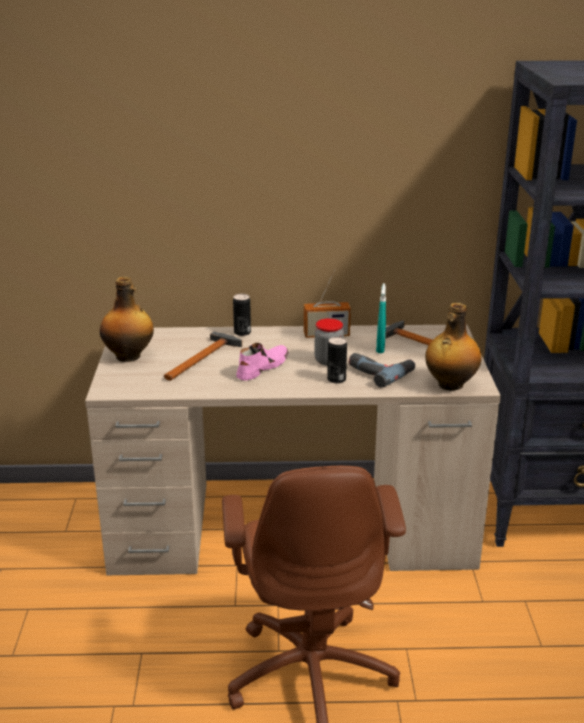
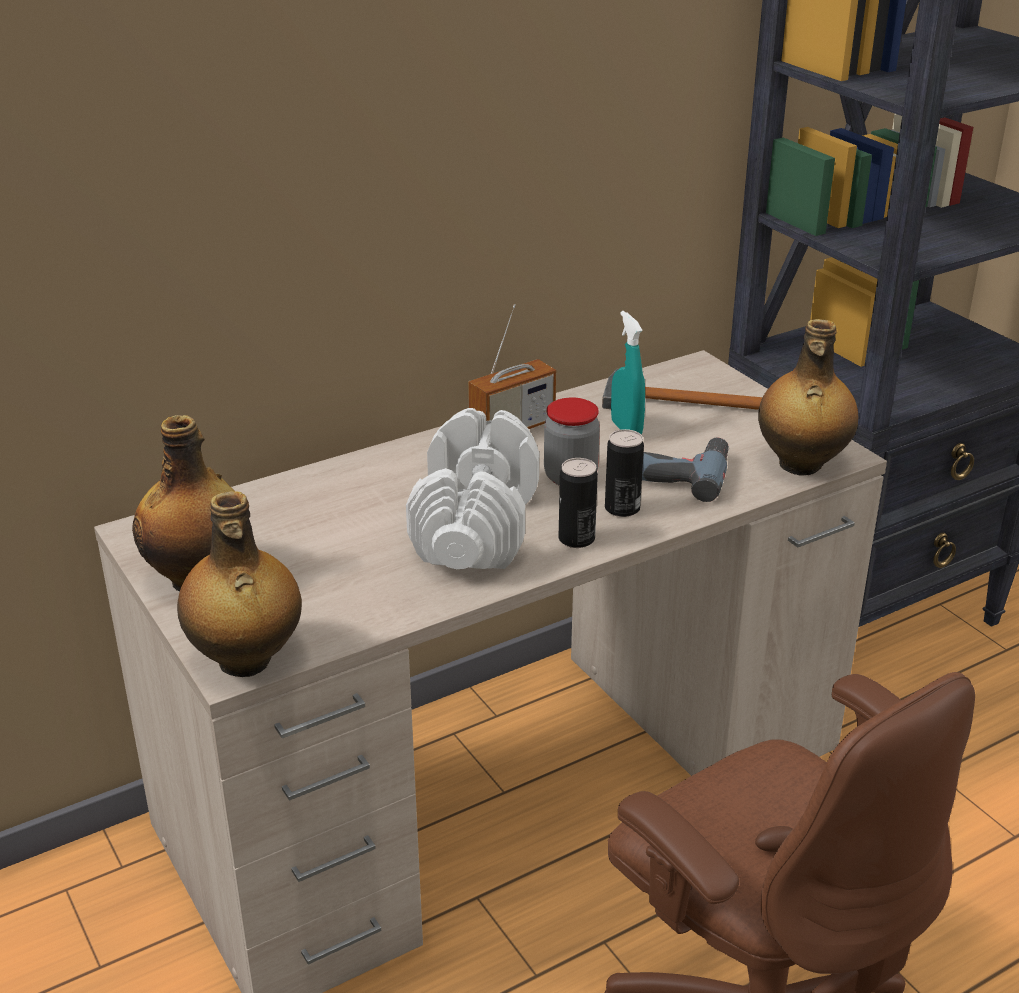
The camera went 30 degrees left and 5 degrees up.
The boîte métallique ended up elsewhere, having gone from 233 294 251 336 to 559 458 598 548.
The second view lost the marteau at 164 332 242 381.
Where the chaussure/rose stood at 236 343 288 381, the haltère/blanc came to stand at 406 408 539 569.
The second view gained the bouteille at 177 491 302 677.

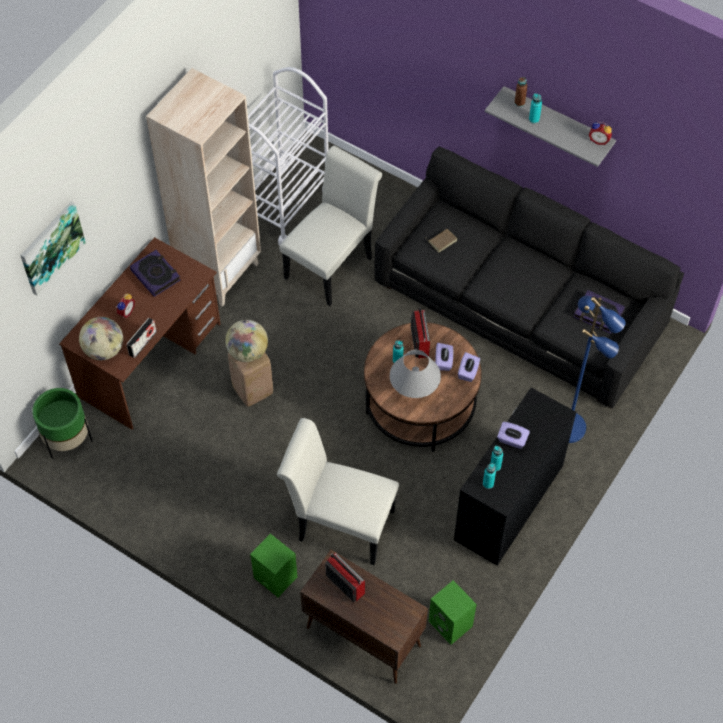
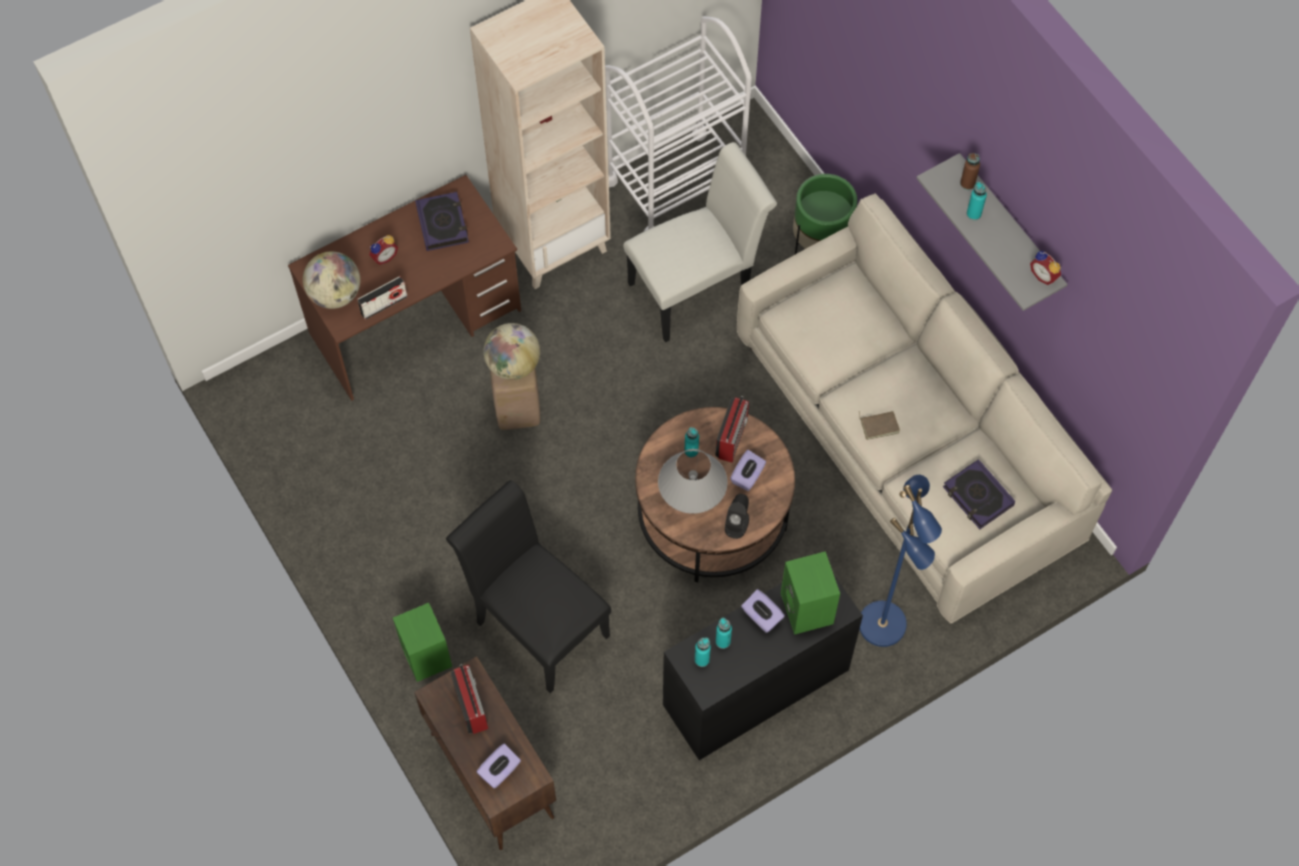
The camera went 25 degrees right and 5 degrees up.
What was the canapé/noir at 374 146 684 408 turned into the canapé/beige at 737 193 1112 623.
The second view lost the tableau at 20 202 86 296.
The livre/marron ended up elsewhere, having gone from 427 229 457 253 to 859 411 900 440.
The boîte à mouchoirs/violet ended up elsewhere, having gone from 458 352 480 382 to 476 744 521 788.
The cache-pot/vert ended up elsewhere, having gone from 32 388 93 459 to 793 174 857 254.
What was the chaise/blanc at 277 418 399 565 turned into the chaise/noir at 446 480 611 693.
The enceinte/vert ended up elsewhere, having gone from 429 580 477 645 to 781 551 840 635.
The second view gained the enceinte/noir at 725 494 749 539.

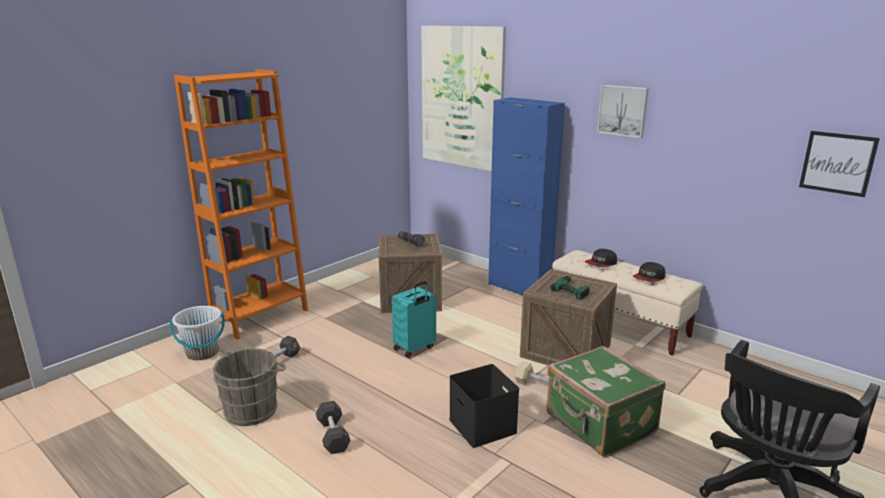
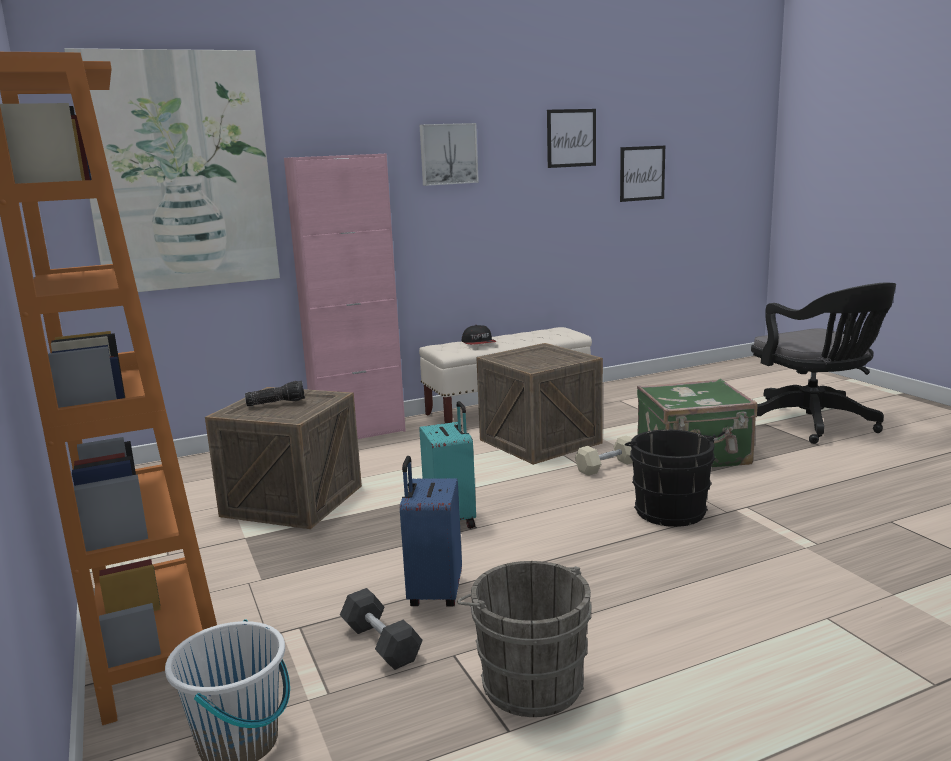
The camera went 65 degrees left and 5 degrees down.
What was the meuble de rangement/bleu at 488 97 565 295 turned into the meuble de rangement/rose at 284 154 406 439.
The second view lost the casquette at 633 262 665 282.
The second view lost the perceuse at 550 275 590 300.
Where the boîte de rangement/noir stood at 449 364 519 448, the seau/noir came to stand at 625 429 715 527.
The second view lost the haltère/noir at 316 401 351 454.
The second view gained the tableau at 547 109 596 168.
The second view gained the valise/bleu at 400 456 462 607.

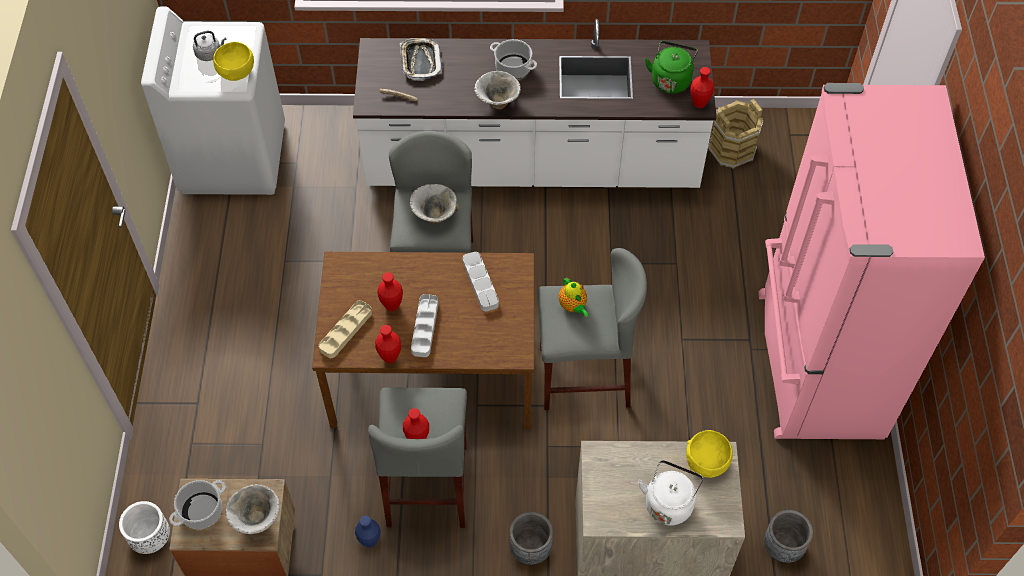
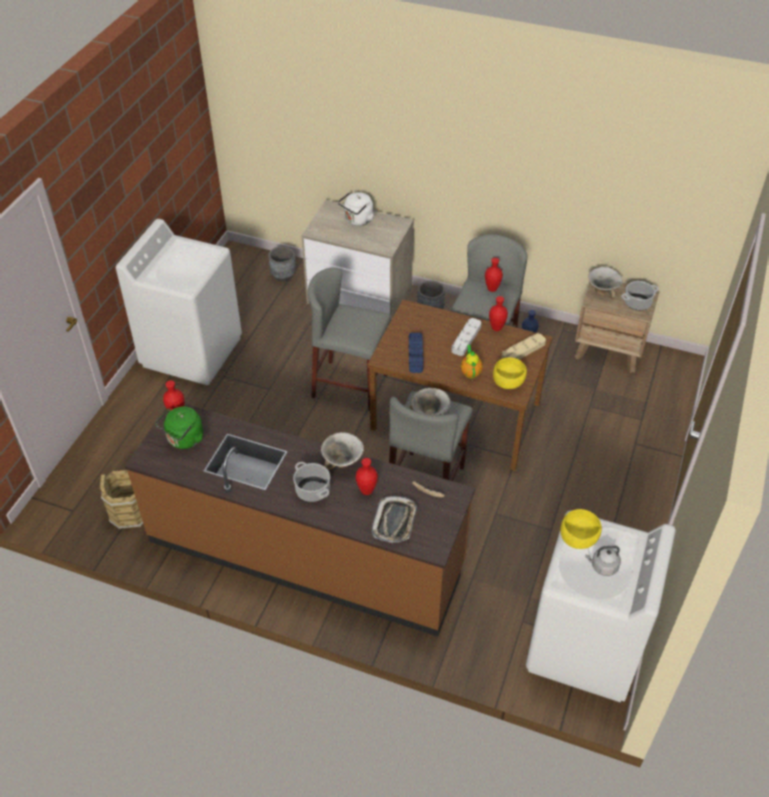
The camera went 160 degrees left and 10 degrees down.
What was the comptoir de cuisine/blanc at 353 19 717 188 turned into the comptoir de cuisine/marron at 125 404 475 637.
Where the réfrigérateur/rose stood at 758 83 985 439, the lave-linge/blanc came to stand at 116 219 242 385.
What was the plateau/gris at 463 252 499 311 turned into the plateau/bleu at 409 333 423 373.
The vase/rouge ended up elsewhere, having gone from 377 272 403 311 to 356 458 378 495.
The théière ended up elsewhere, having gone from 559 278 589 317 to 461 345 483 378.
The bol/jaune ended up elsewhere, having gone from 686 430 733 478 to 493 357 527 389.
The second view lost the cache-pot/blanc at 119 501 170 554.

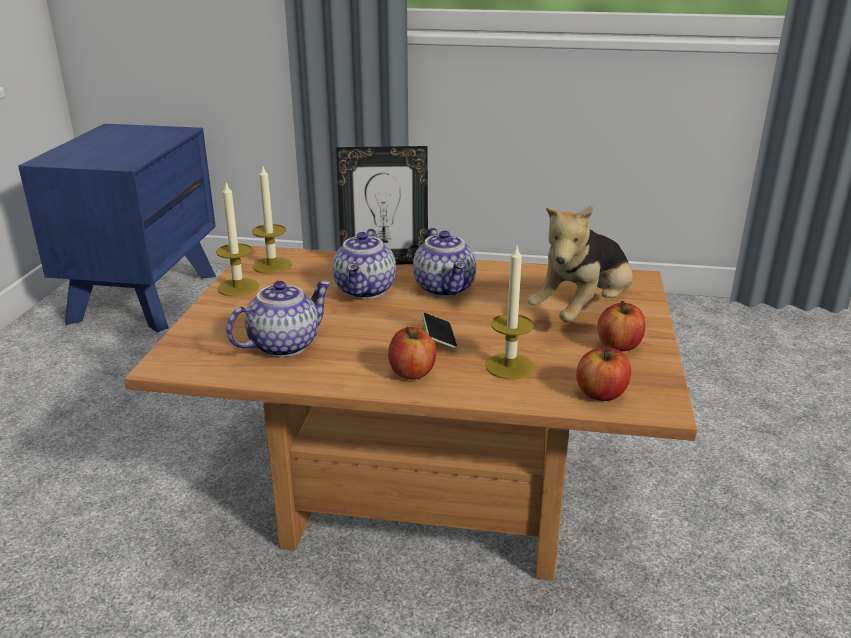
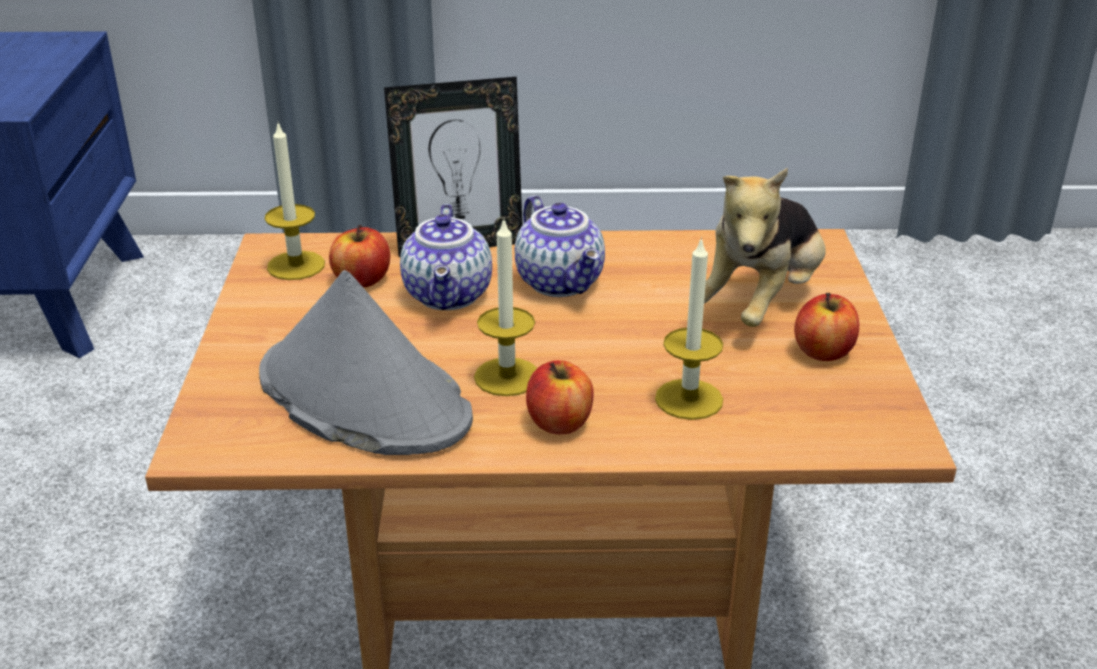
The camera went 10 degrees left and 5 degrees up.
The bougie ended up elsewhere, having gone from 216 183 259 297 to 474 218 537 396.
Where the théière stood at 226 281 331 357, the chapeau/gris came to stand at 259 270 473 455.
The second view lost the téléphone at 422 313 458 349.
The pomme ended up elsewhere, having gone from 576 345 631 401 to 329 225 390 288.

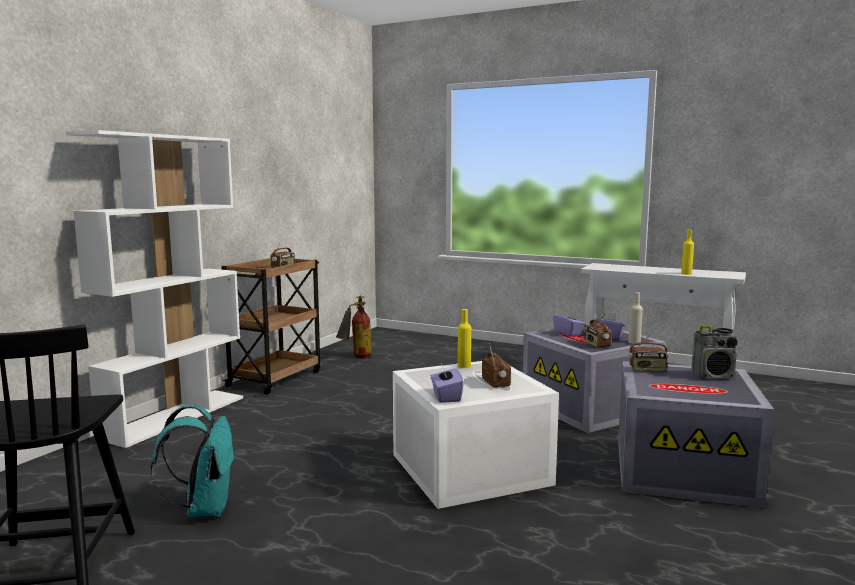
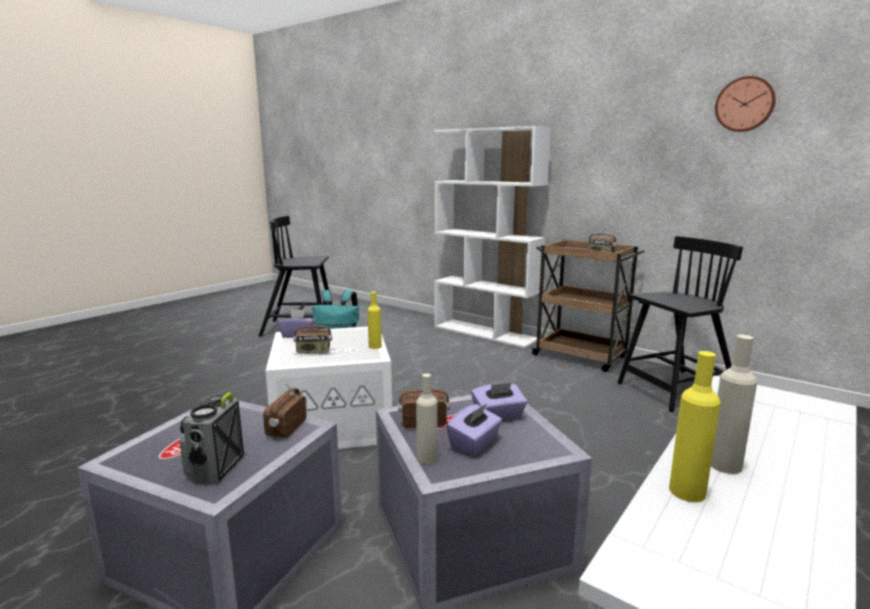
The camera went 100 degrees right and 5 degrees up.
Where the extincteur stood at 336 296 372 359, the chaise/noir came to stand at 618 236 743 412.
The second view gained the horloge murale at 715 76 776 132.
The second view gained the bouteille/beige at 711 335 757 474.

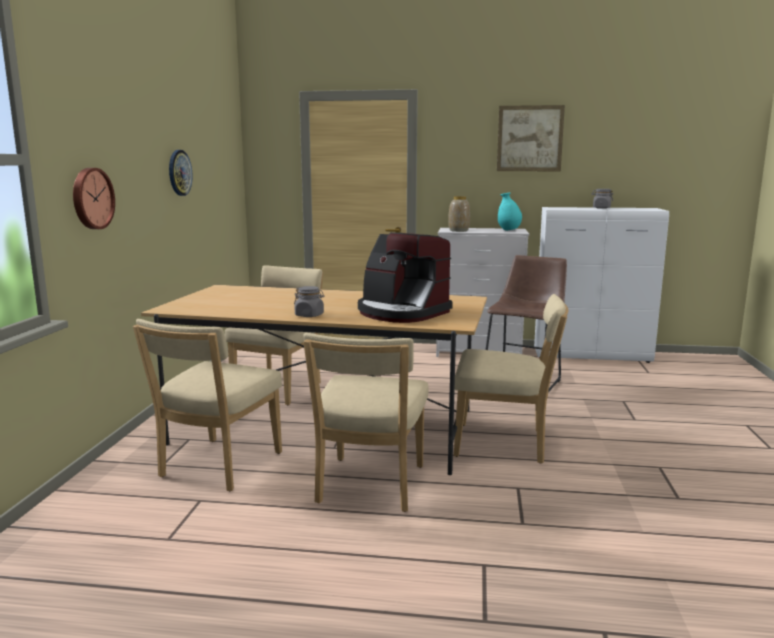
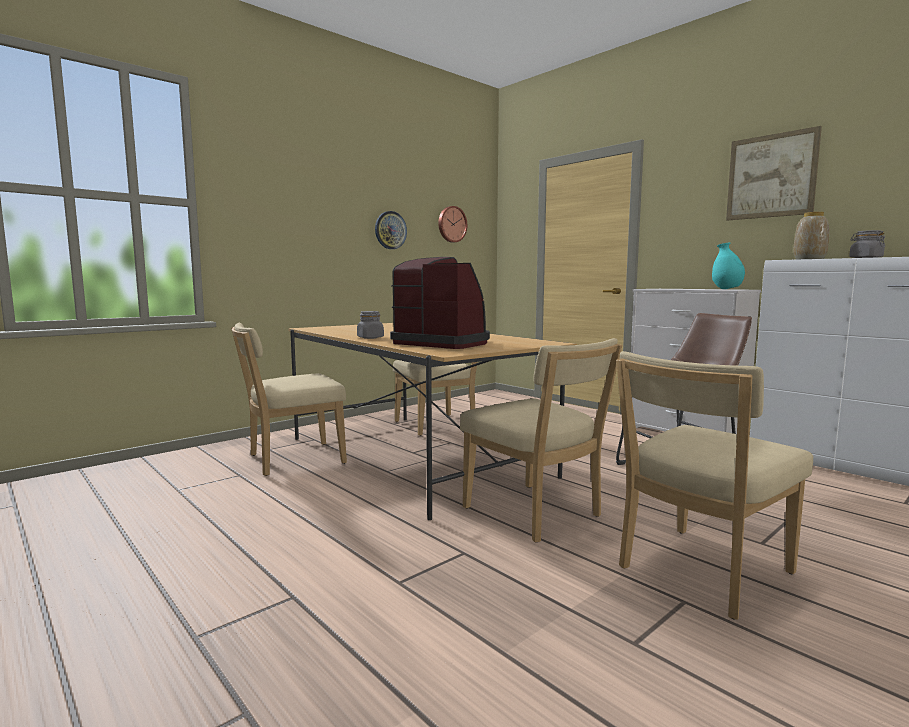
The camera went 40 degrees right and 5 degrees down.
The horloge murale ended up elsewhere, having gone from 73 168 115 229 to 438 206 467 243.
The vase ended up elsewhere, having gone from 448 196 470 232 to 793 212 829 260.
The machine à café at 358 232 453 323 ended up facing another way, 135 degrees clockwise from before.
The chaise/beige ended up elsewhere, having gone from 303 333 429 512 to 616 351 813 620.

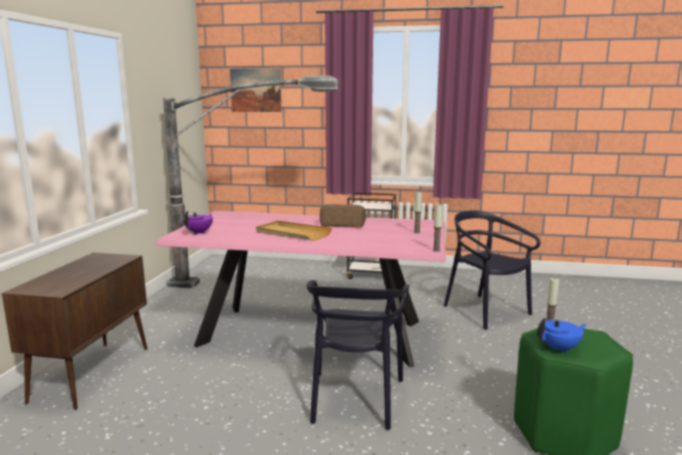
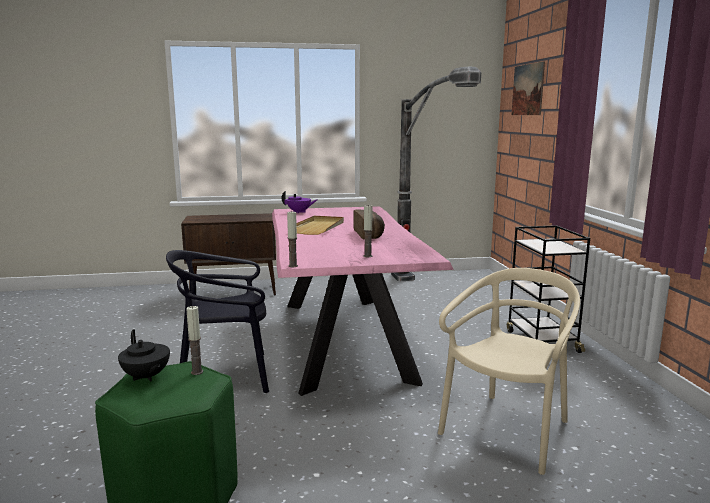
The camera went 70 degrees right and 0 degrees up.
What was the chaise/noir at 444 210 541 330 turned into the chaise/beige at 438 268 580 475.
What was the théière/bleu at 537 318 587 354 turned into the théière/noir at 118 329 170 381.

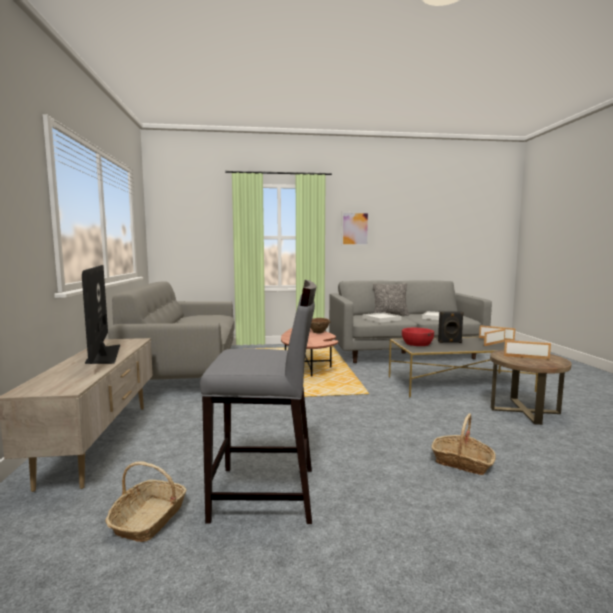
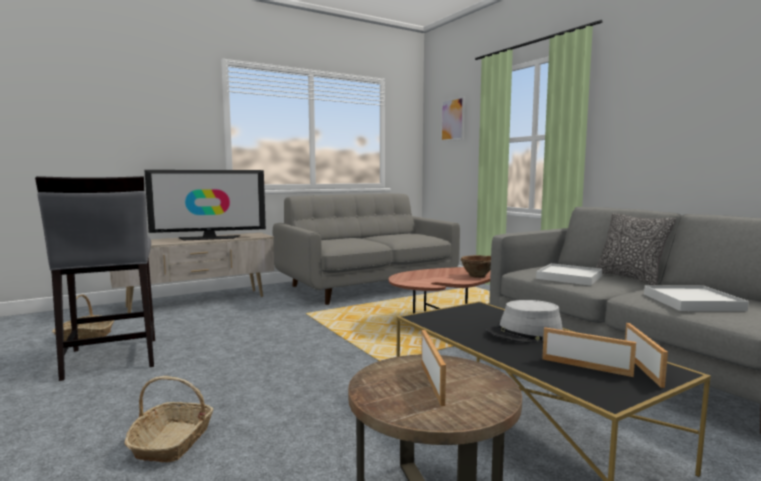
The camera went 65 degrees right and 0 degrees up.
The tableau ended up elsewhere, having gone from 341 212 370 246 to 440 96 465 142.
The téléviseur at 82 265 120 364 ended up facing another way, 150 degrees counterclockwise from before.
Where the enceinte/noir stood at 438 311 464 343, the chapeau/gris came to stand at 486 300 563 343.
The second view lost the bol/rouge at 402 328 434 346.

